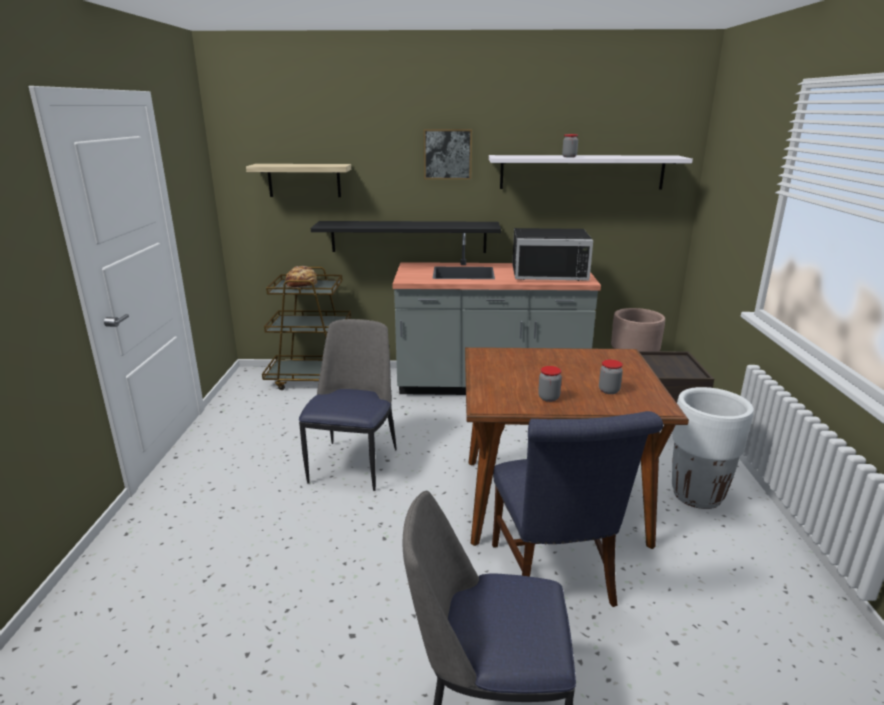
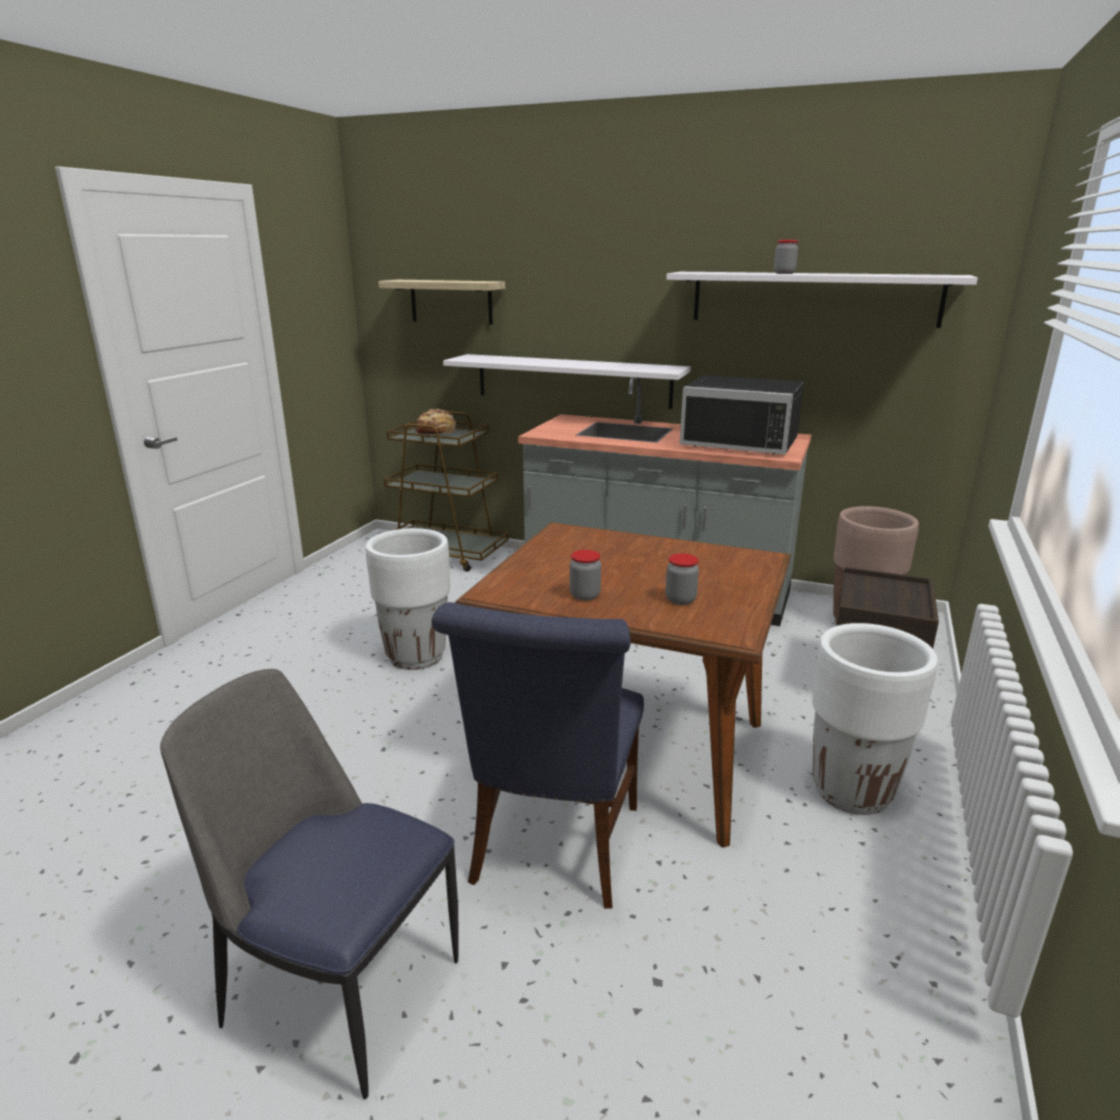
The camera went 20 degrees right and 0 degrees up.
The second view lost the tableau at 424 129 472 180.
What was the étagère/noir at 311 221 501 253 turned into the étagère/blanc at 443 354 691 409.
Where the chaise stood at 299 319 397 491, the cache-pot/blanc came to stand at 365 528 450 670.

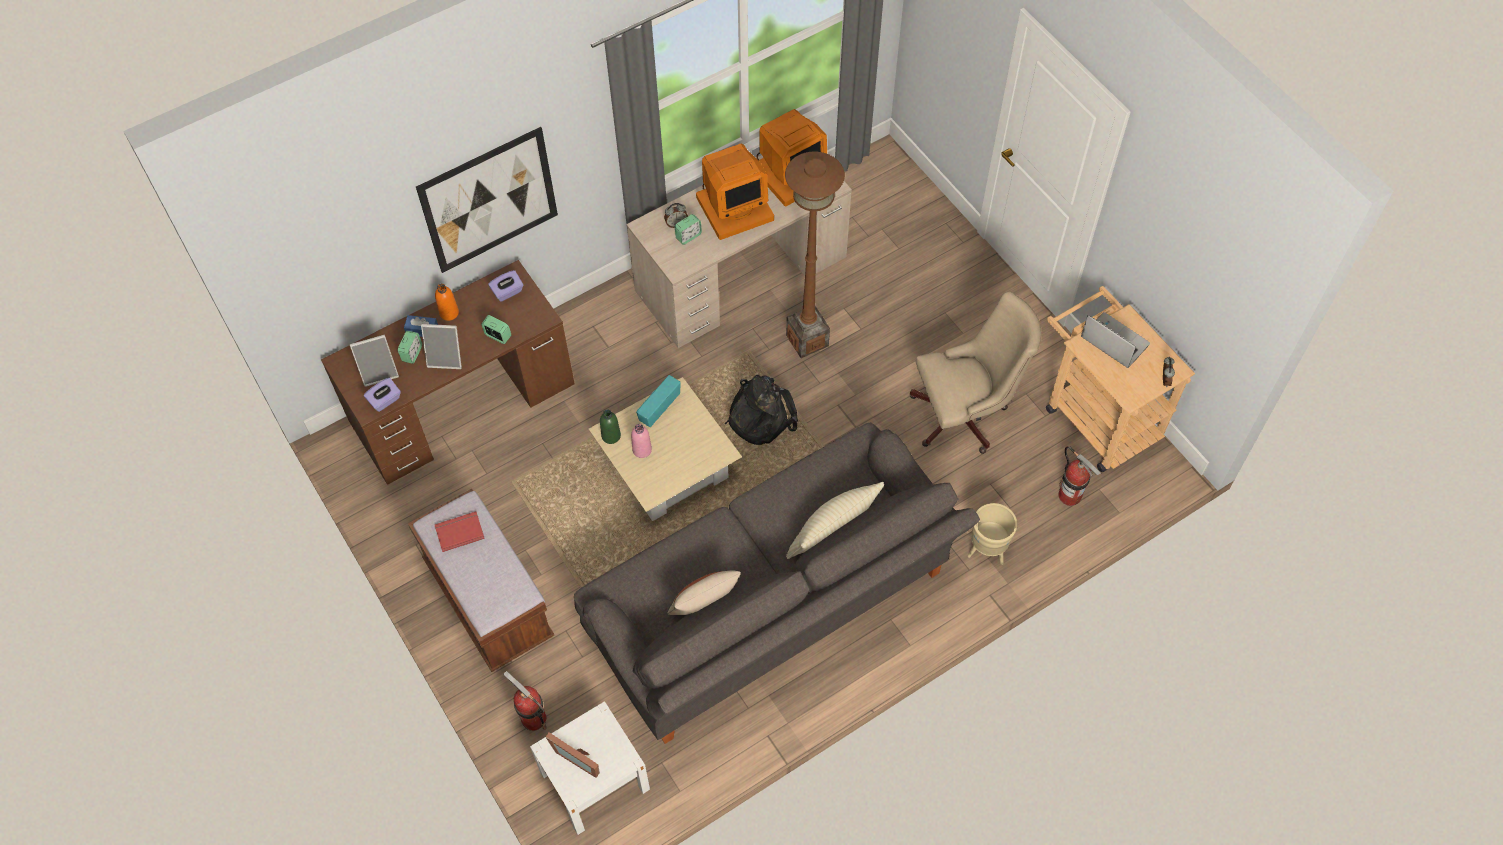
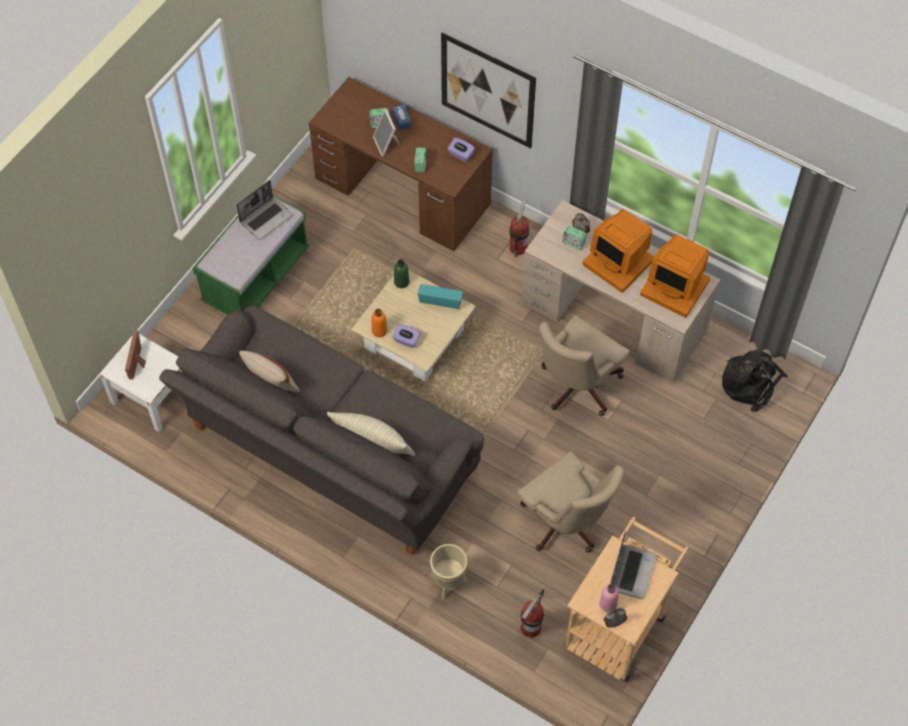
The camera went 65 degrees right and 0 degrees up.
Where the lampadaire/marron stood at 785 152 845 358, the chaise de bureau/beige came to stand at 539 315 630 416.
The bouteille/orange ended up elsewhere, having gone from 435 284 459 321 to 372 309 388 337.
The second view lost the cadre photo at 350 335 399 387.
The sac à dos/noir ended up elsewhere, having gone from 725 375 798 445 to 722 349 788 412.
The boîte à mouchoirs/violet ended up elsewhere, having gone from 364 378 401 412 to 392 324 421 348.
The bouteille/rose ended up elsewhere, having gone from 631 424 652 458 to 599 584 619 612.
What was the banc/marron at 408 489 554 672 turned into the banc/vert at 193 195 309 315.
Where the livre/rouge stood at 435 511 485 552, the ordinateur portable came to stand at 236 180 293 240.
The extincteur ended up elsewhere, having gone from 503 671 547 731 to 509 198 529 257.

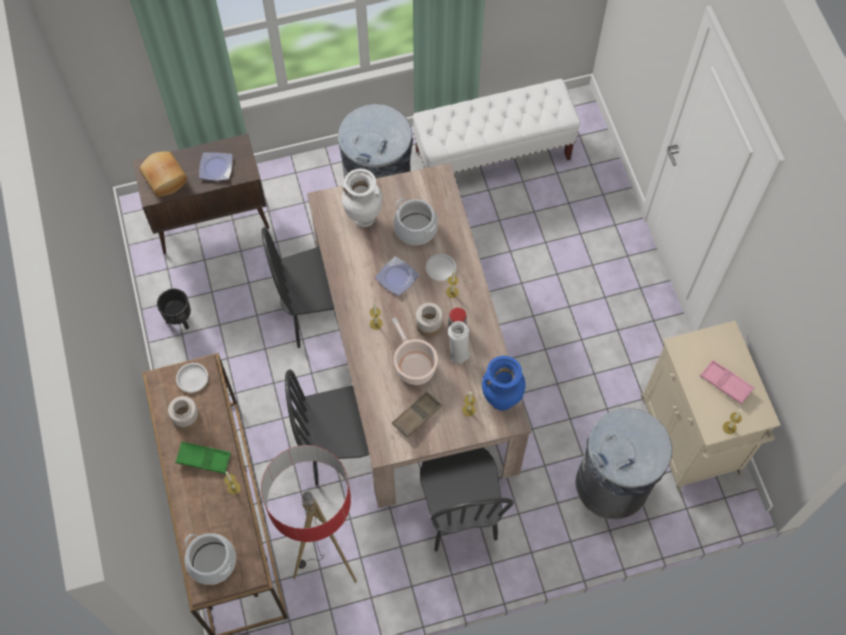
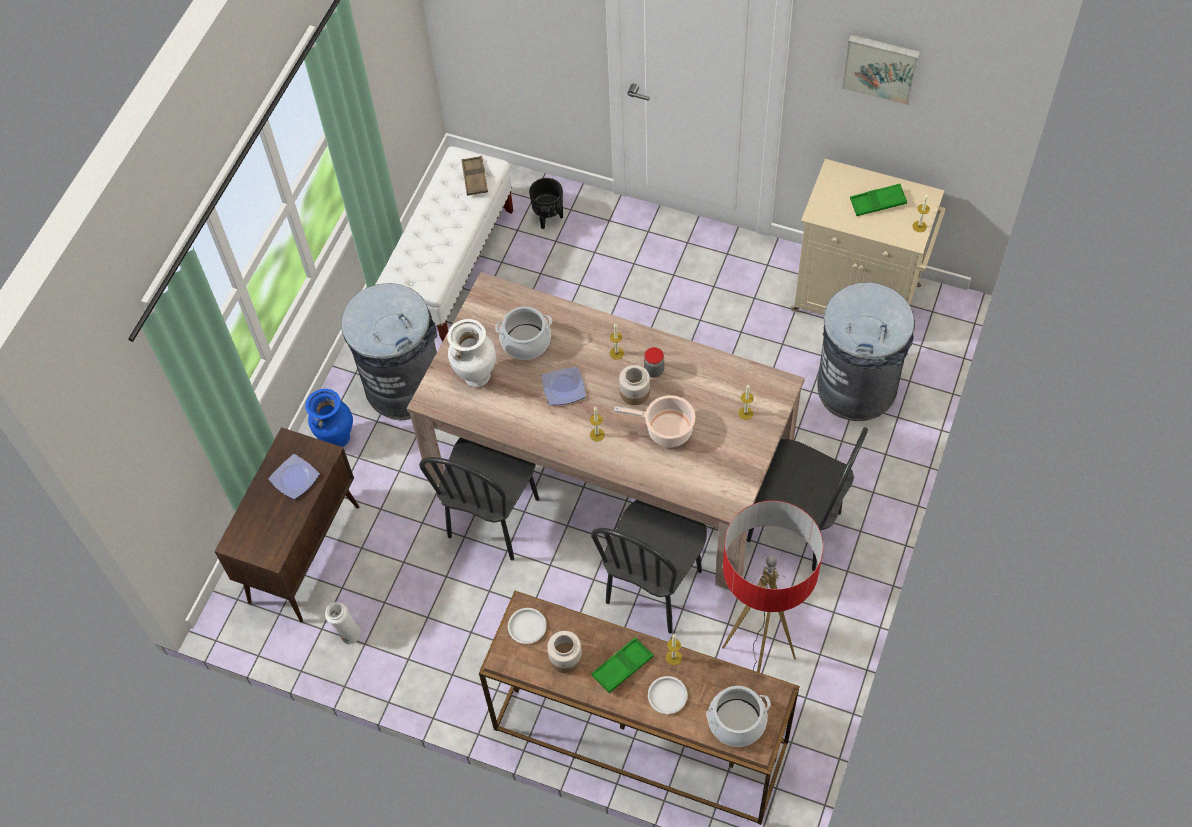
The camera went 50 degrees left and 5 degrees down.
The second view lost the pain at 140 151 187 197.
The assiette/blanc ended up elsewhere, having gone from 426 254 456 281 to 648 676 688 714.
The cache-pot/noir ended up elsewhere, having gone from 157 289 191 330 to 529 178 563 229.
The vase/blanc ended up elsewhere, having gone from 448 321 471 364 to 325 602 361 645.
The vase/bleu ended up elsewhere, having gone from 482 356 525 411 to 305 389 353 447.
What was the plateau/rose at 700 360 754 405 turned into the plateau/vert at 850 184 907 216.
The plateau/marron ended up elsewhere, having gone from 392 391 442 438 to 461 156 488 196.
The second view gained the tableau at 842 35 920 106.

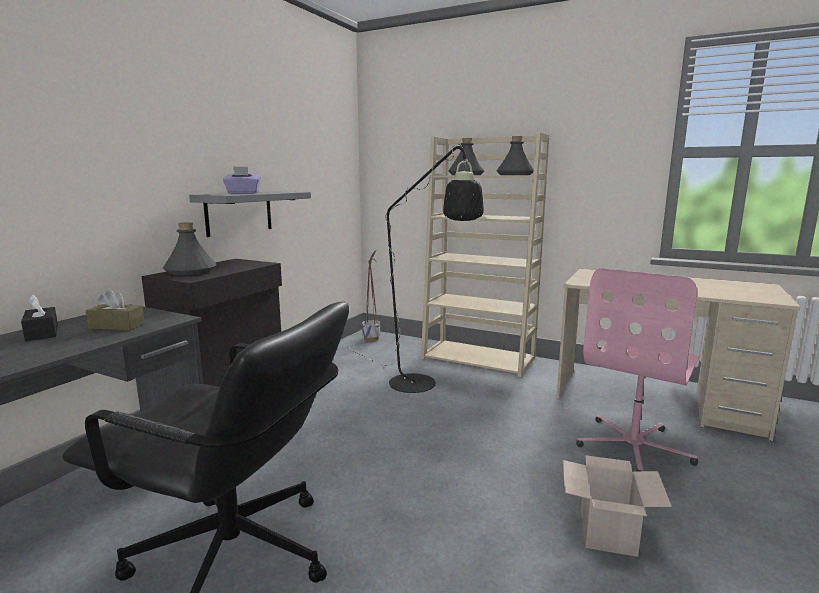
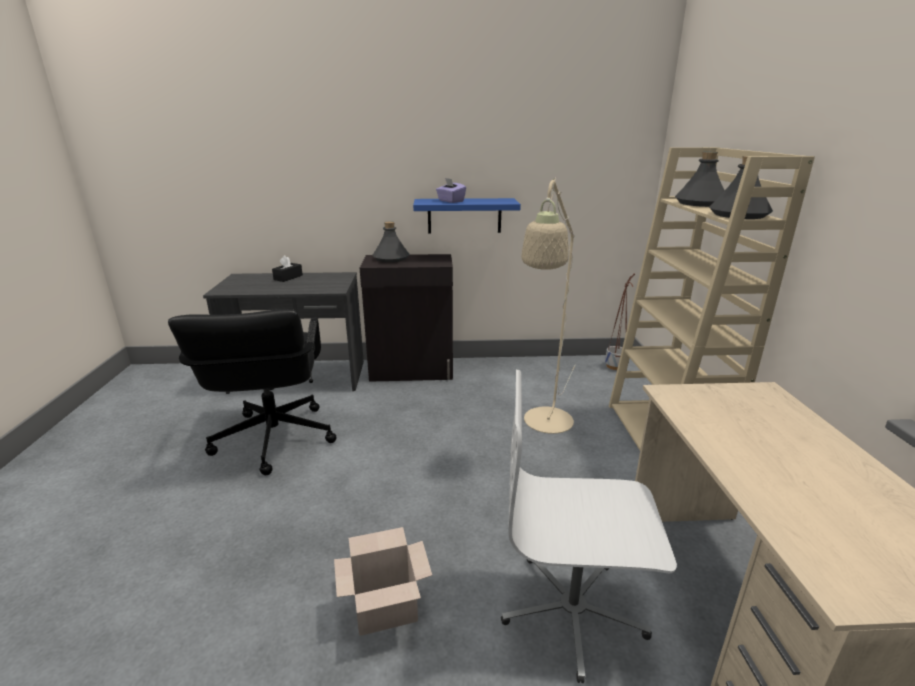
The camera went 60 degrees right and 10 degrees up.
What was the lampadaire/noir at 348 144 484 393 turned into the lampadaire/beige at 521 177 575 434.
What was the étagère/gris at 189 191 311 237 turned into the étagère/bleu at 413 198 521 233.
What was the chaise de bureau/rose at 576 268 699 471 turned into the chaise de bureau/blanc at 501 370 677 683.
The second view lost the boîte à mouchoirs/marron at 86 290 145 330.

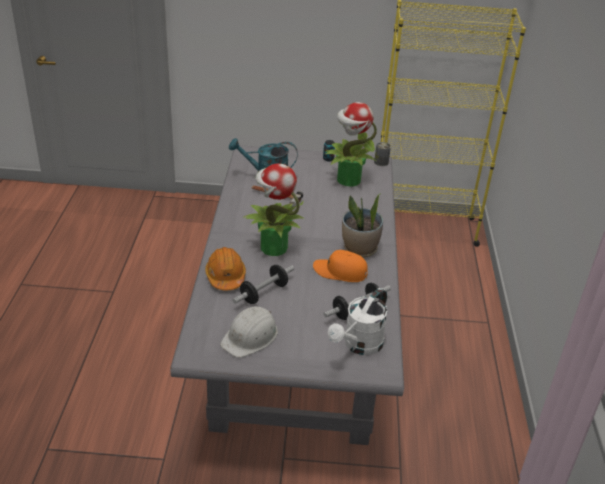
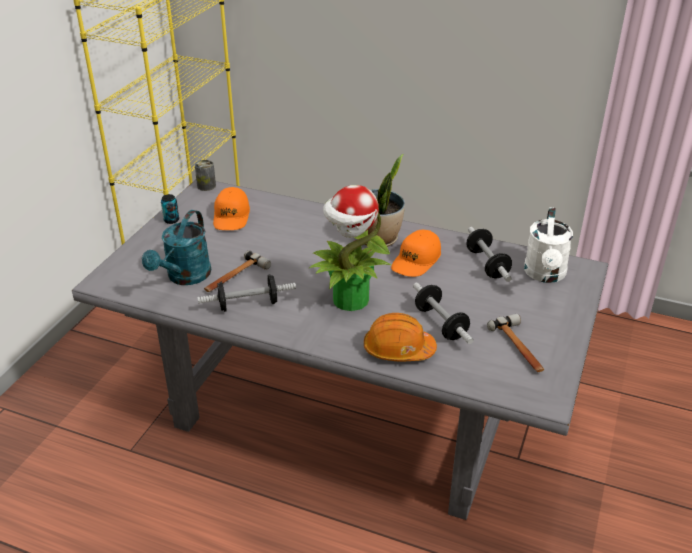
The camera went 70 degrees left and 0 degrees up.
Where the plante en pot stood at 325 102 377 187, the casquette/orange came to stand at 213 187 250 230.
The arrosoir/blanc at 328 288 388 355 ended up facing another way, 45 degrees clockwise from before.
Where the casque de chantier/blanc stood at 220 306 278 358, the marteau came to stand at 487 314 544 372.
The second view gained the haltère at 198 275 296 312.

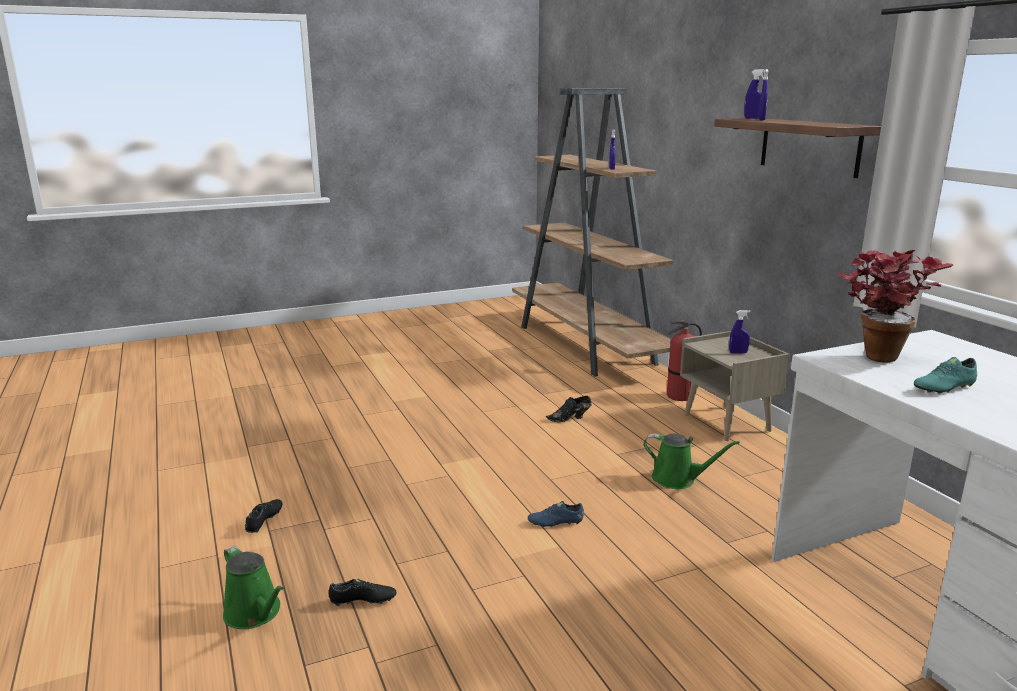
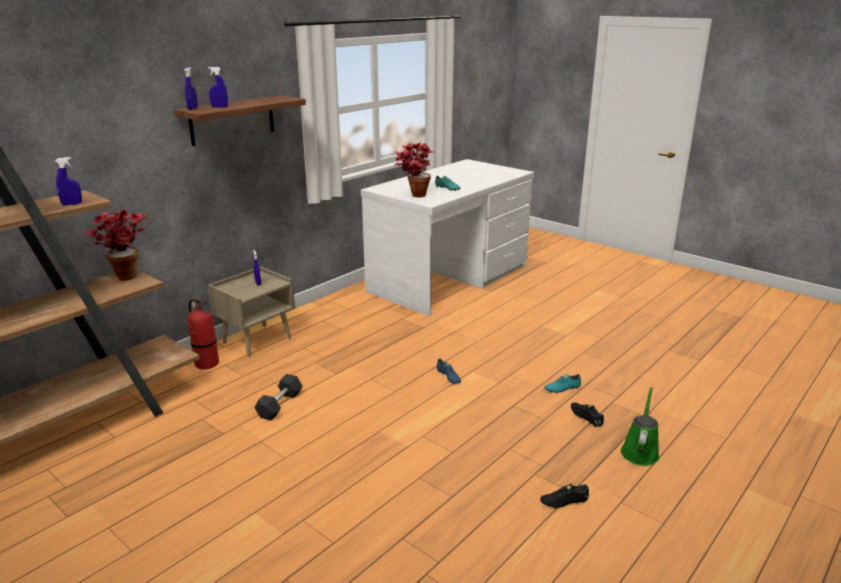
The camera went 115 degrees left and 5 degrees up.
Where the chaussure/noir stood at 546 396 591 422, the haltère/gris came to stand at 254 374 303 420.
The second view lost the arrosoir/vert at 643 433 740 489.
The second view gained the plante en pot at 84 209 147 281.
The second view gained the chaussure/turquoise at 545 374 581 393.

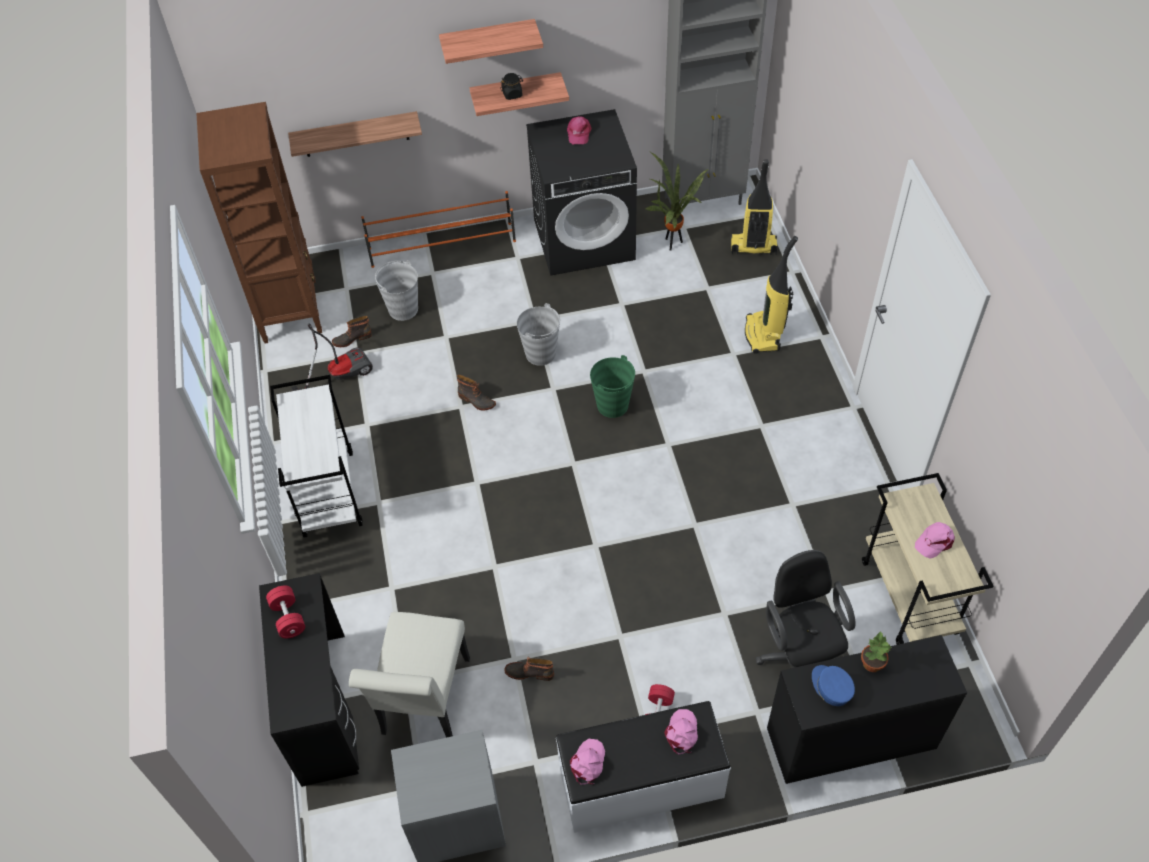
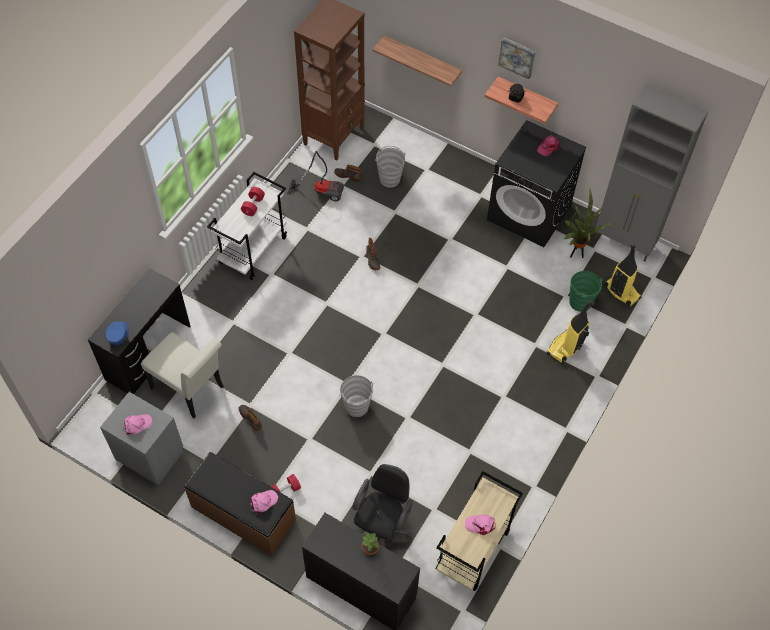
The camera went 40 degrees right and 5 degrees up.
Where the étagère hung at 439 19 543 64, the tableau came to hang at 498 38 536 79.
The second view lost the étagère à chaussures/orange at 361 191 516 268.
The seau/gris ended up elsewhere, having gone from 517 303 560 366 to 340 375 374 417.
The seau/vert ended up elsewhere, having gone from 590 355 635 418 to 570 271 603 312.
The haltère/rouge ended up elsewhere, having gone from 266 586 305 639 to 241 187 265 216.
The chaise/blanc at 349 612 470 738 ended up facing another way, 105 degrees counterclockwise from before.
The casquette/bleu ended up elsewhere, having gone from 812 665 855 706 to 105 322 129 345.
What was the banc/blanc at 556 701 731 833 turned into the banc/marron at 184 452 296 556.
The casquette/rose ended up elsewhere, having gone from 570 739 605 785 to 123 414 152 436.

